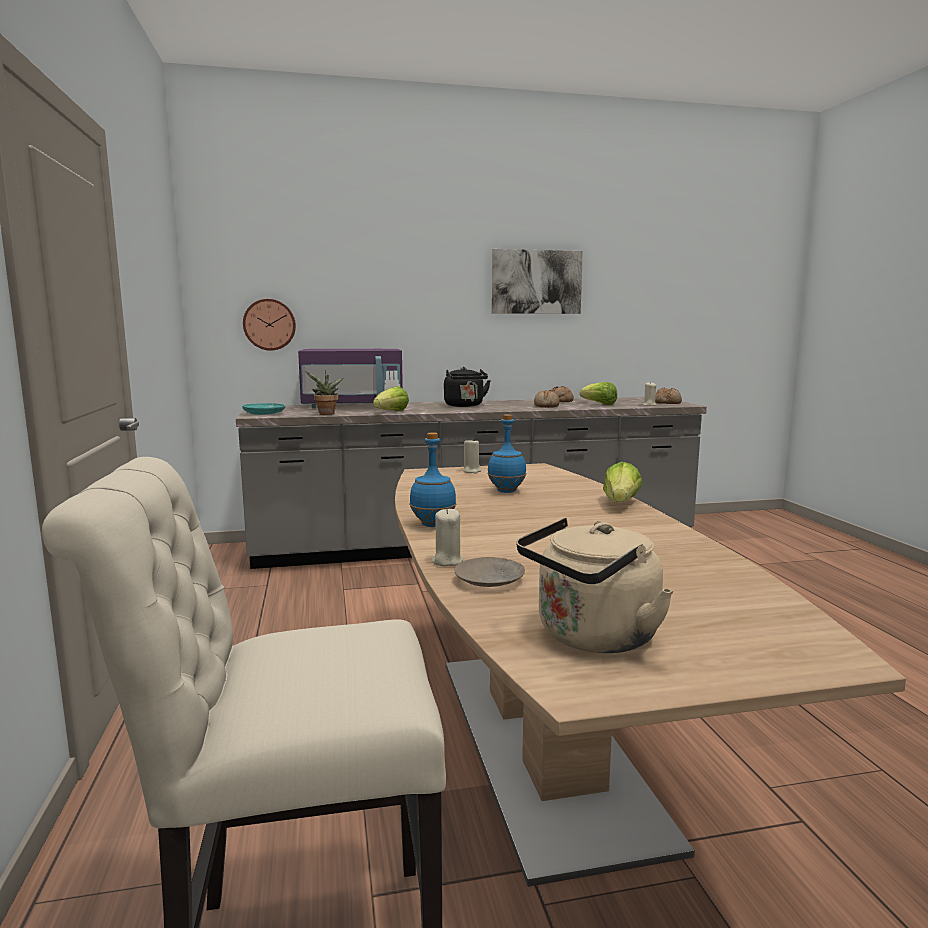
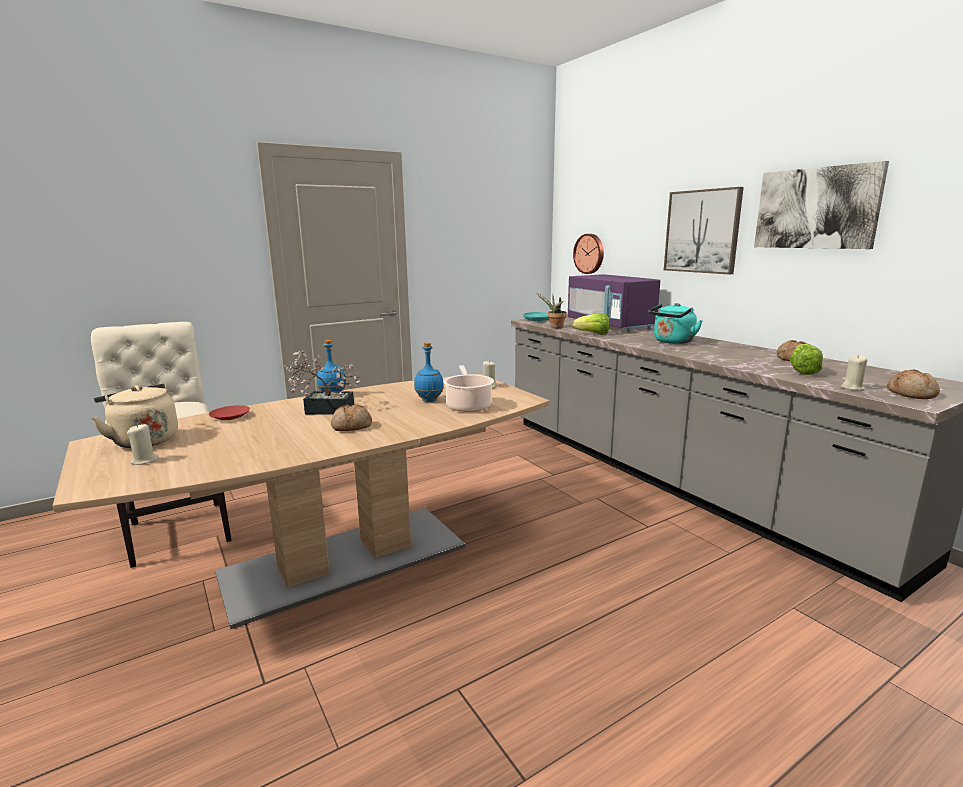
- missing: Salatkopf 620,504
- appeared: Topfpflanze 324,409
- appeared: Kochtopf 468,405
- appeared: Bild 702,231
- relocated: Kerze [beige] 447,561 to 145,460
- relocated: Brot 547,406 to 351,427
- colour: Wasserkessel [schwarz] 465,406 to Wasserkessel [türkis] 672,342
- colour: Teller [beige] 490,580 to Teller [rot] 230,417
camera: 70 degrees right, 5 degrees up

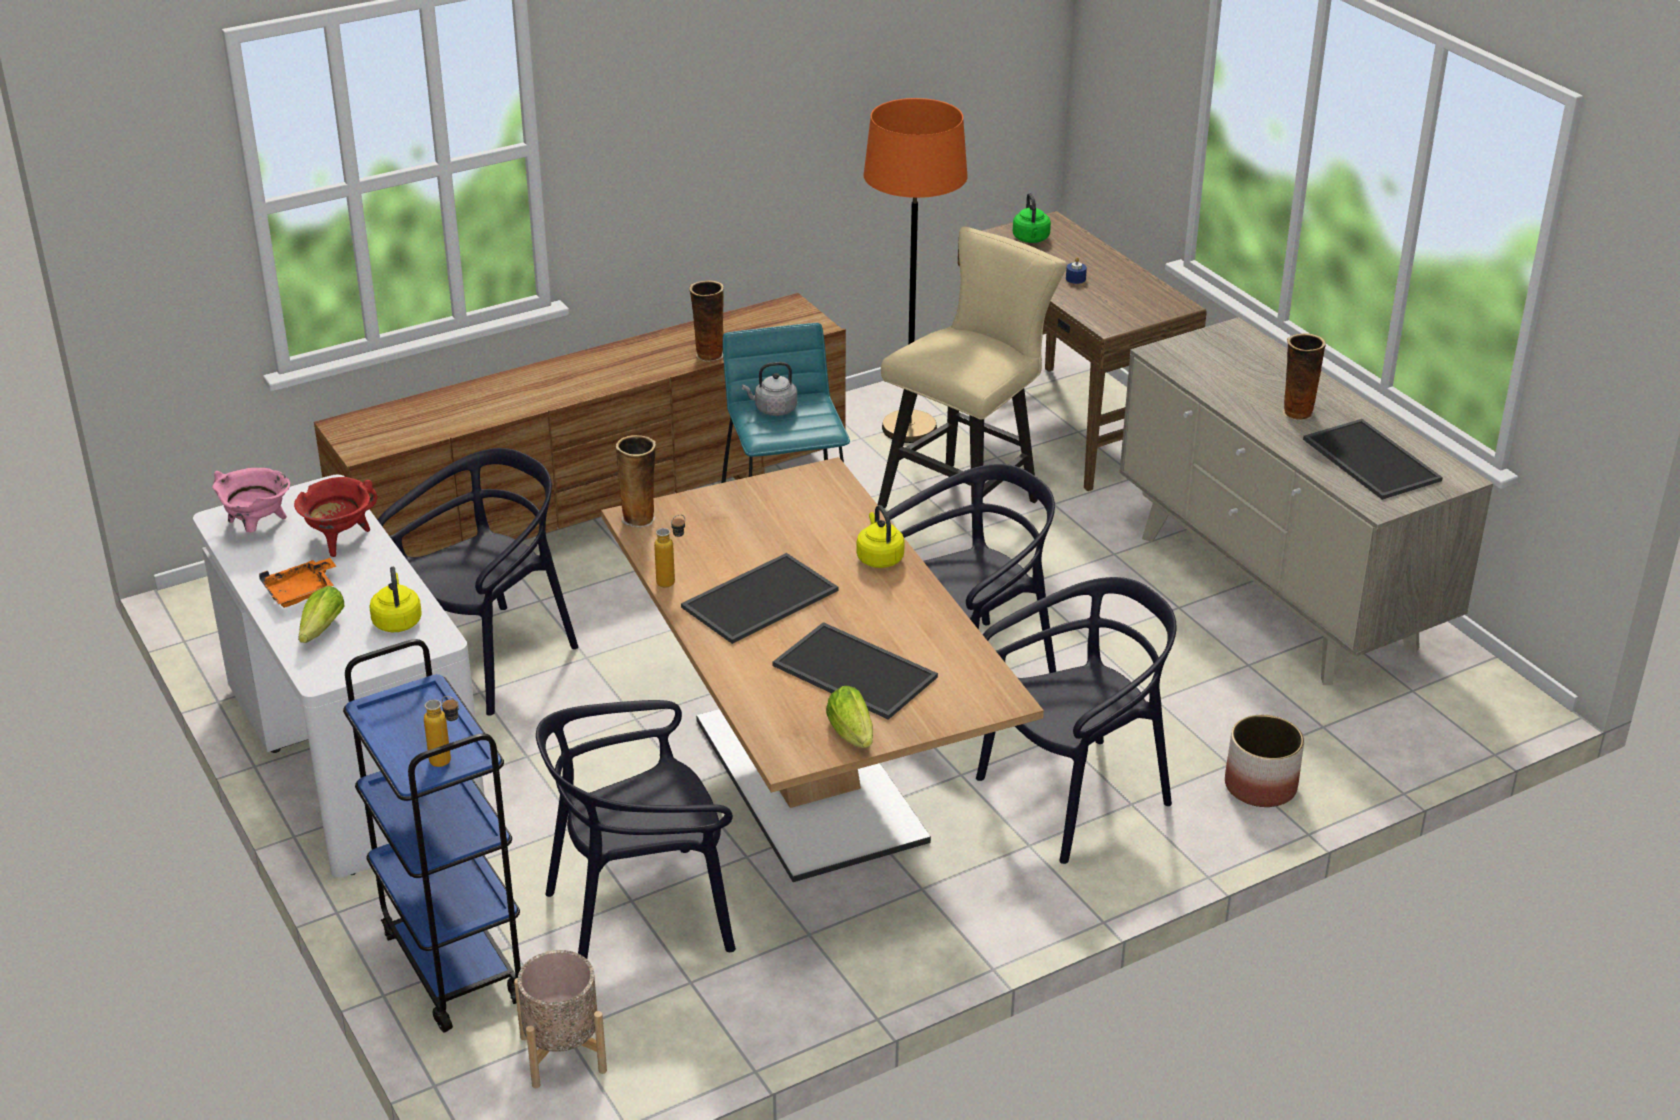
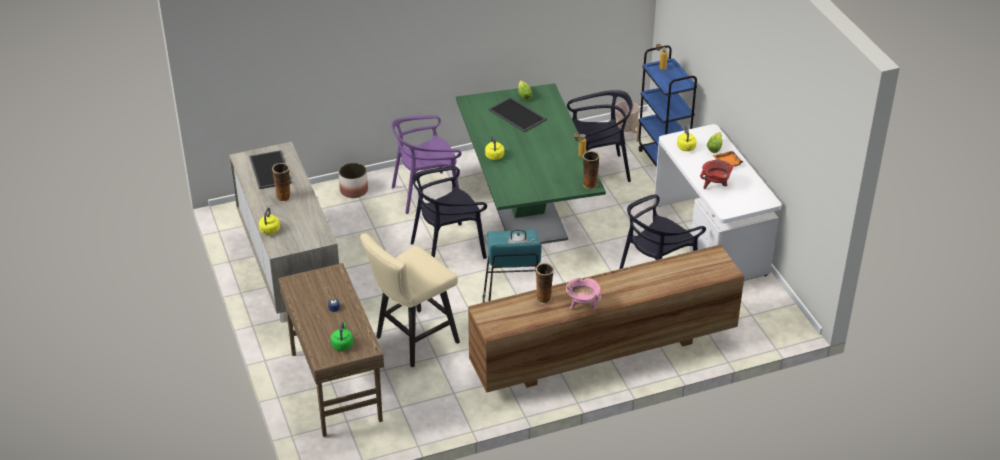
- missing: Tablett 759,597
- missing: Stehlampe [orange] 909,428
- appeared: Wasserkessel [gelb] 269,231
- relocated: Kochtopf [rosa] 257,527 to 582,305
- colour: Esstisch [braun] 809,779 to Esstisch [grün] 526,211
- colour: Stuhl [schwarz] 1074,797 to Stuhl [lila] 426,194
camera: 170 degrees left, 5 degrees up

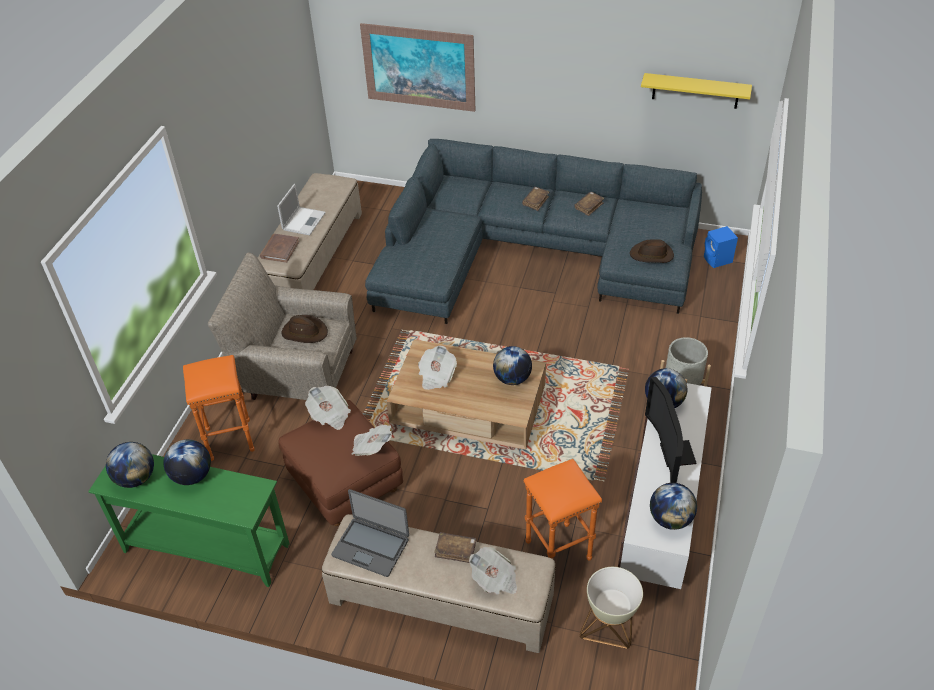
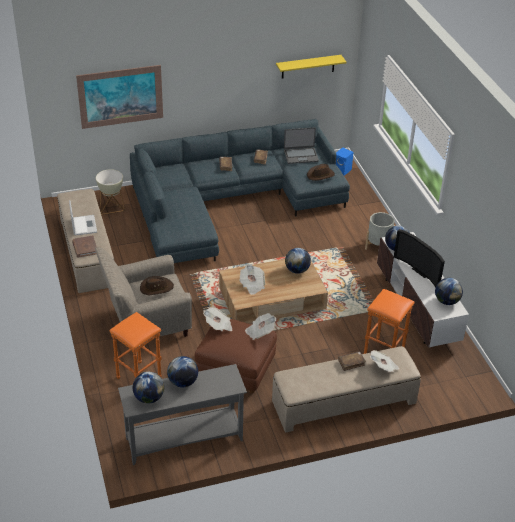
- relocated: Laptop 371,546 to 301,156
- relocated: Pflanzkübel 608,631 to 112,208
- colour: Konsolentisch [grün] 205,548 to Konsolentisch [grau] 183,439
camera: 35 degrees left, 5 degrees down

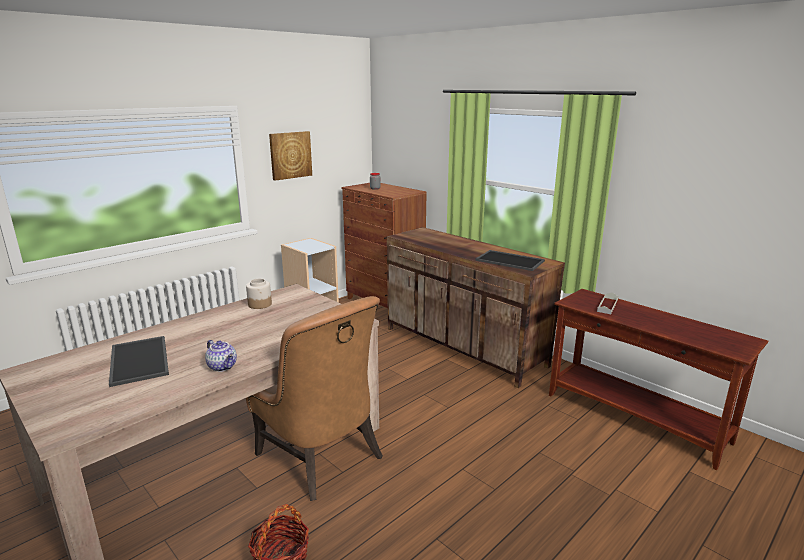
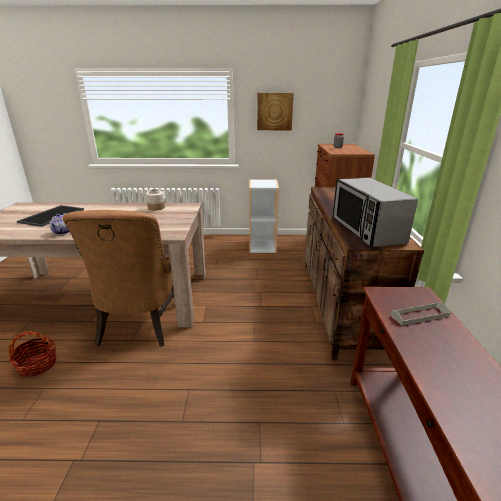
- exchanged: Tablett 510,260 to Mikrowelle 366,230
camera: 45 degrees right, 5 degrees up

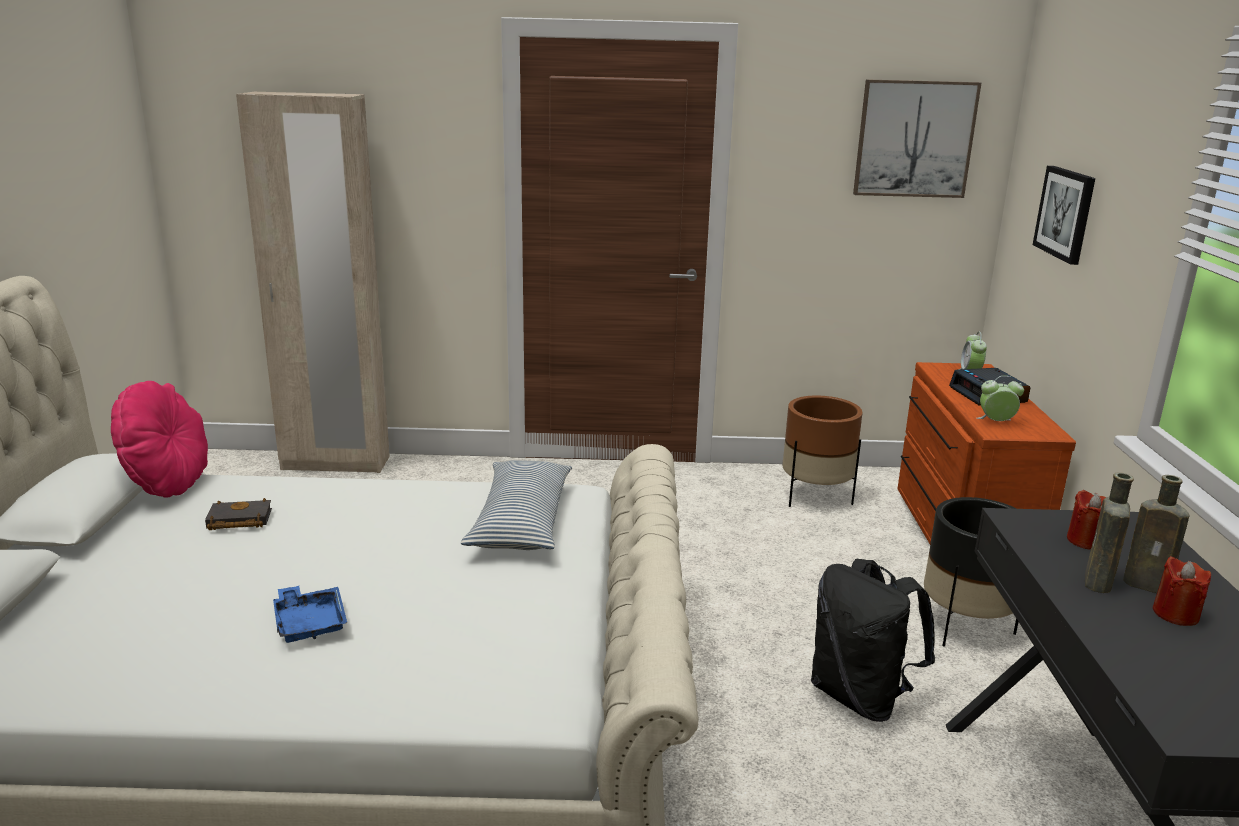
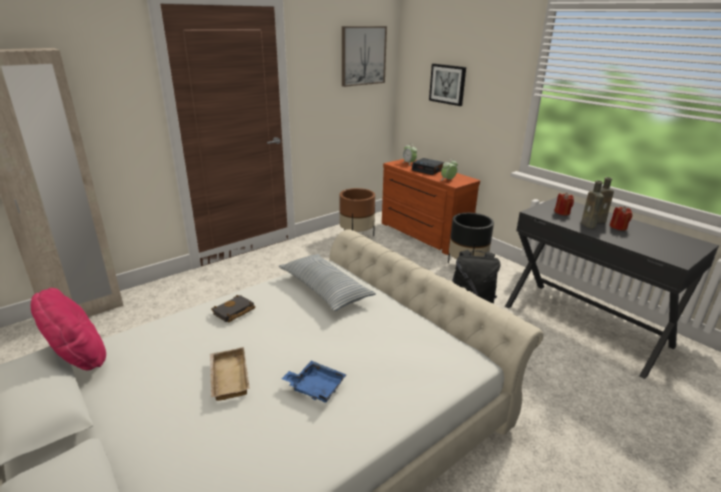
- appeared: Tablett [beige] 227,377
- relocated: Buch [schwarz] 237,521 to 233,312
camera: 40 degrees left, 5 degrees up

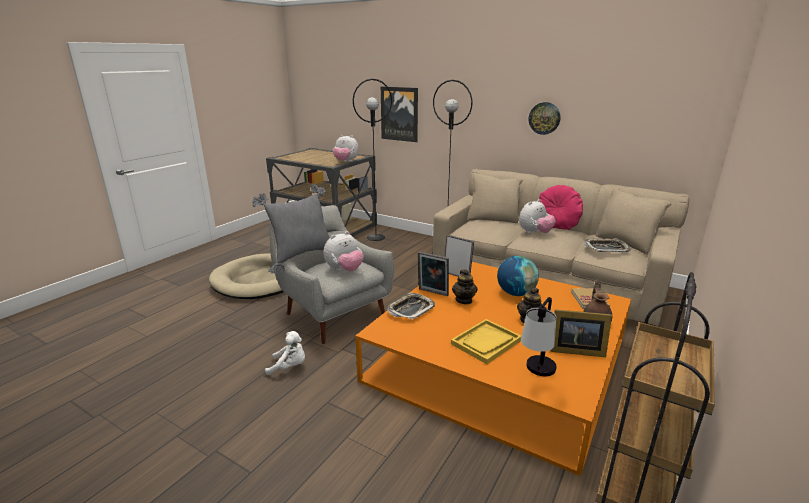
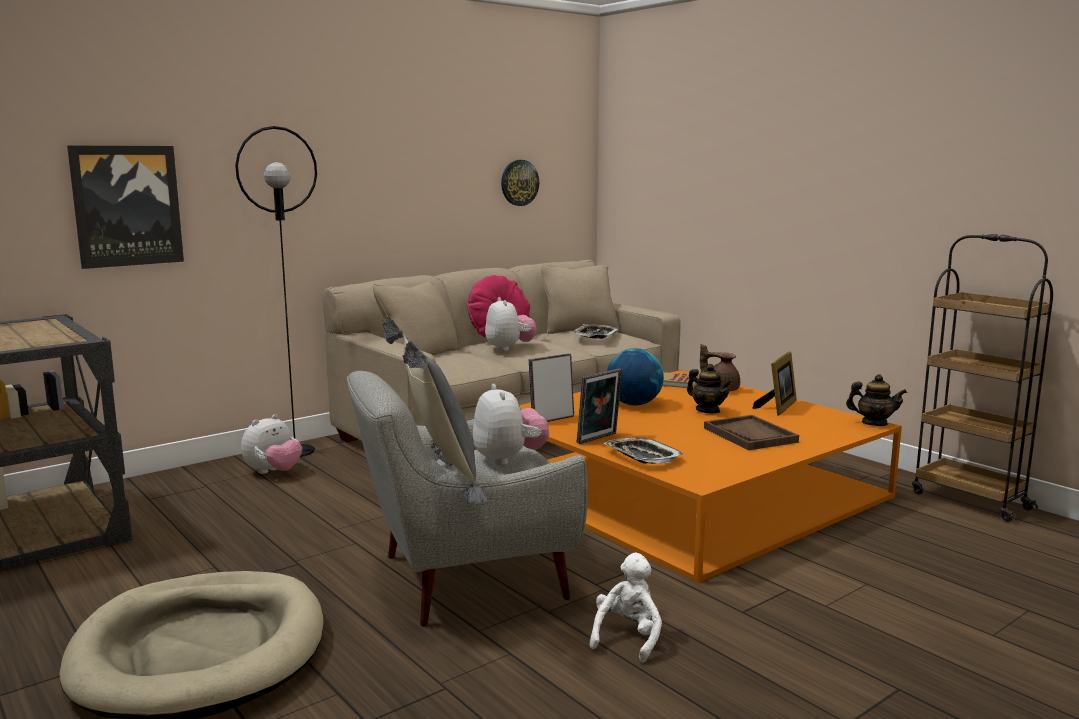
- missing: Stehlampe [schwarz] 376,237
- missing: Tischlampe 537,375
- relocated: Plüschtier 346,162 to 273,472
- relocated: Teekanne 464,300 to 874,423
- relocated: Wanduhr 544,118 to 519,182
- colour: Tablett [gelb] 486,342 to Tablett [braun] 750,435
camera: 70 degrees left, 10 degrees down

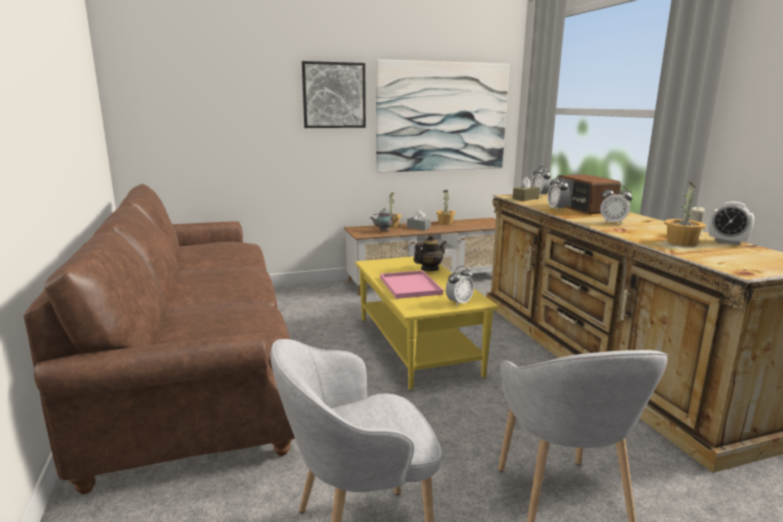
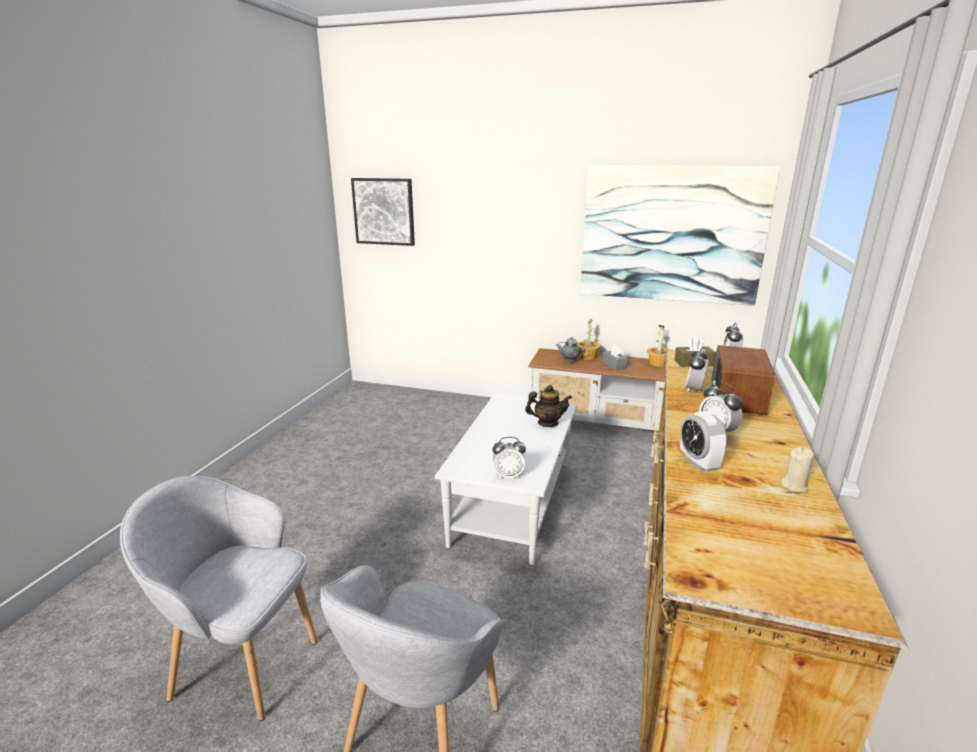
- missing: Sofa [braun] 196,364
- missing: Tablett [rosa] 411,286
- missing: Topfpflanze 681,242
- relocated: Bild 334,95 to 384,211
- relocated: Wecker 727,242 to 698,463
- colour: Couchtisch [gelb] 416,345 to Couchtisch [weiß] 513,501
camera: 35 degrees right, 5 degrees up

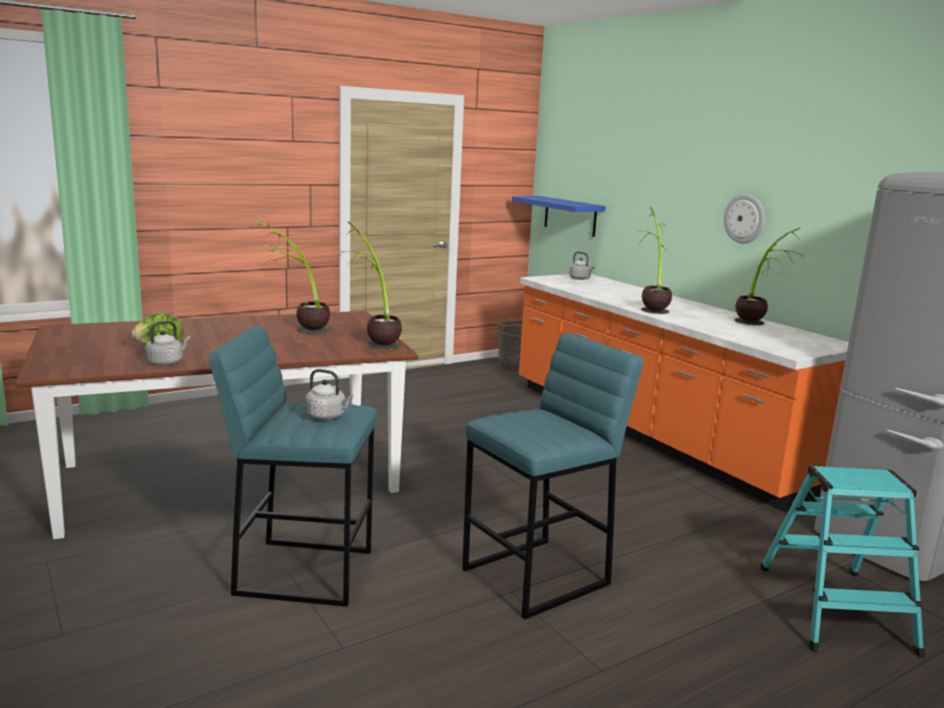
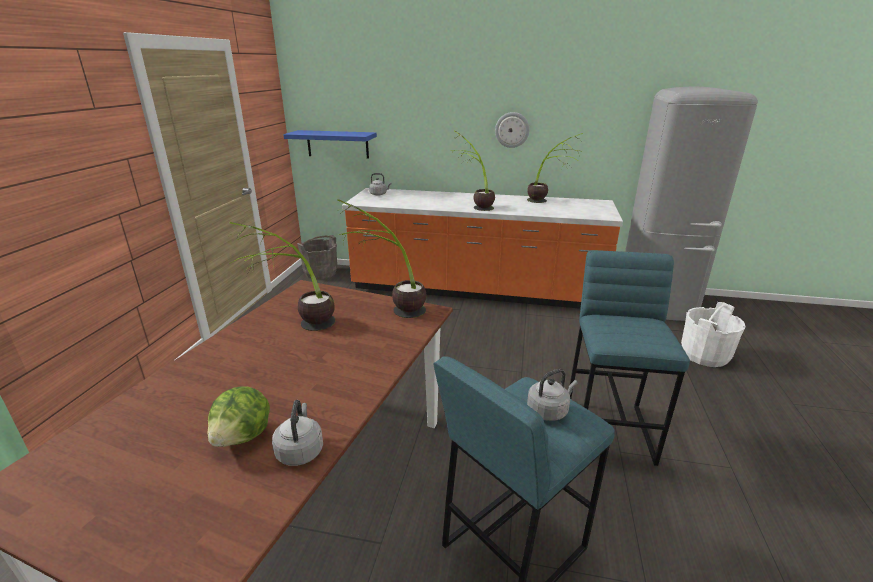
- exchanged: Trittleiter [türkis] 834,608 to Eimer [weiß] 705,355
camera: 45 degrees left, 10 degrees up

